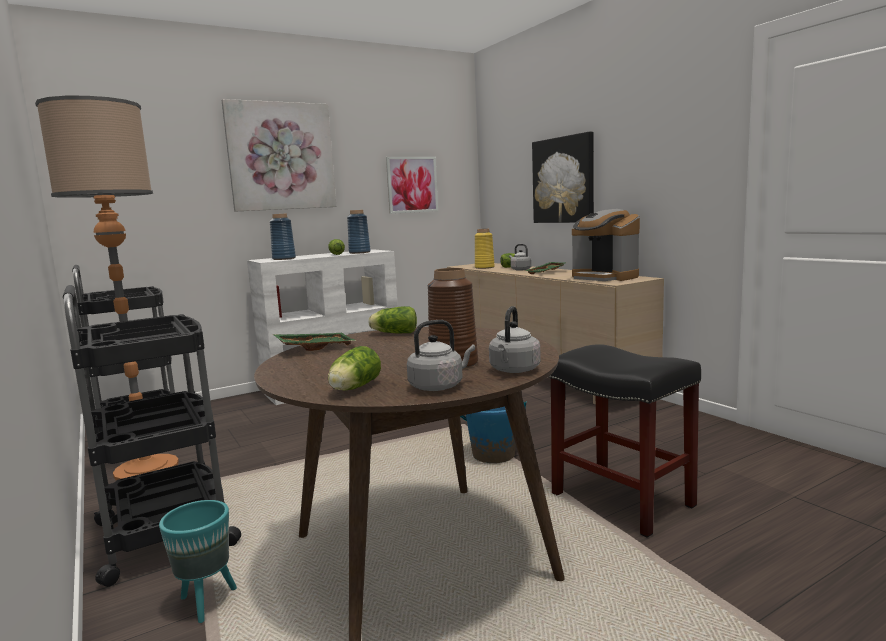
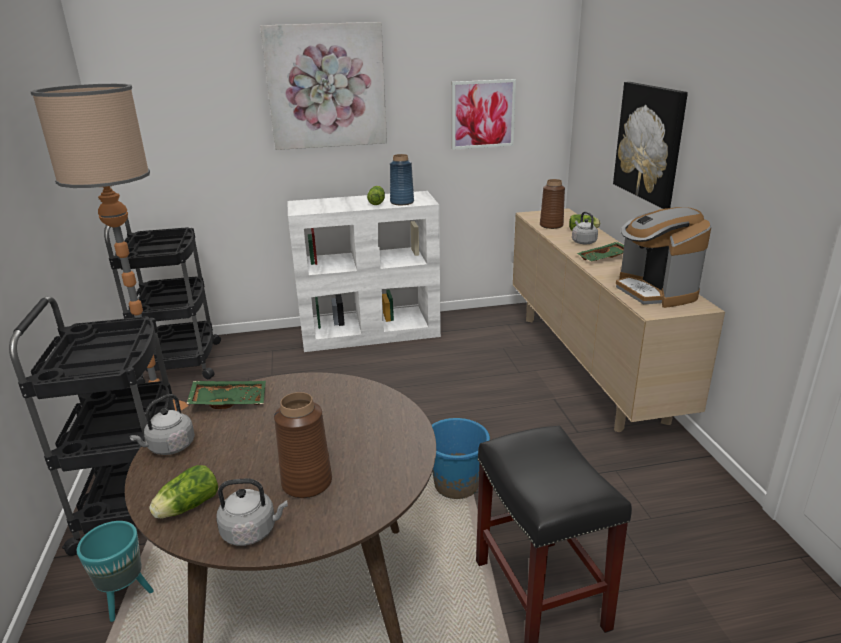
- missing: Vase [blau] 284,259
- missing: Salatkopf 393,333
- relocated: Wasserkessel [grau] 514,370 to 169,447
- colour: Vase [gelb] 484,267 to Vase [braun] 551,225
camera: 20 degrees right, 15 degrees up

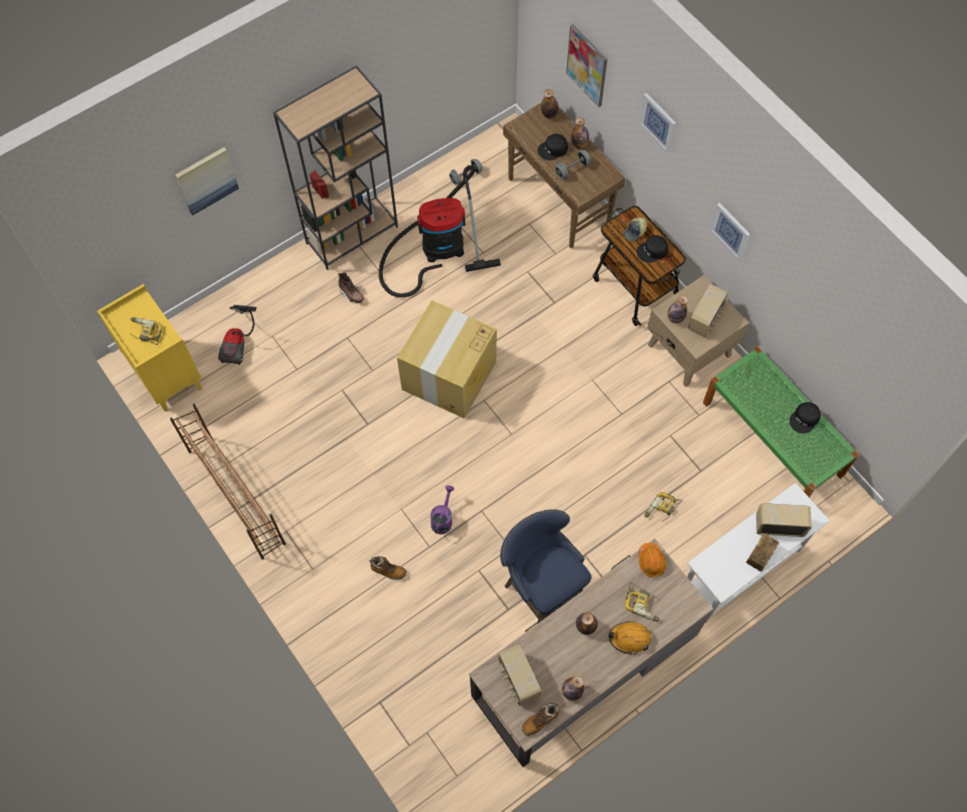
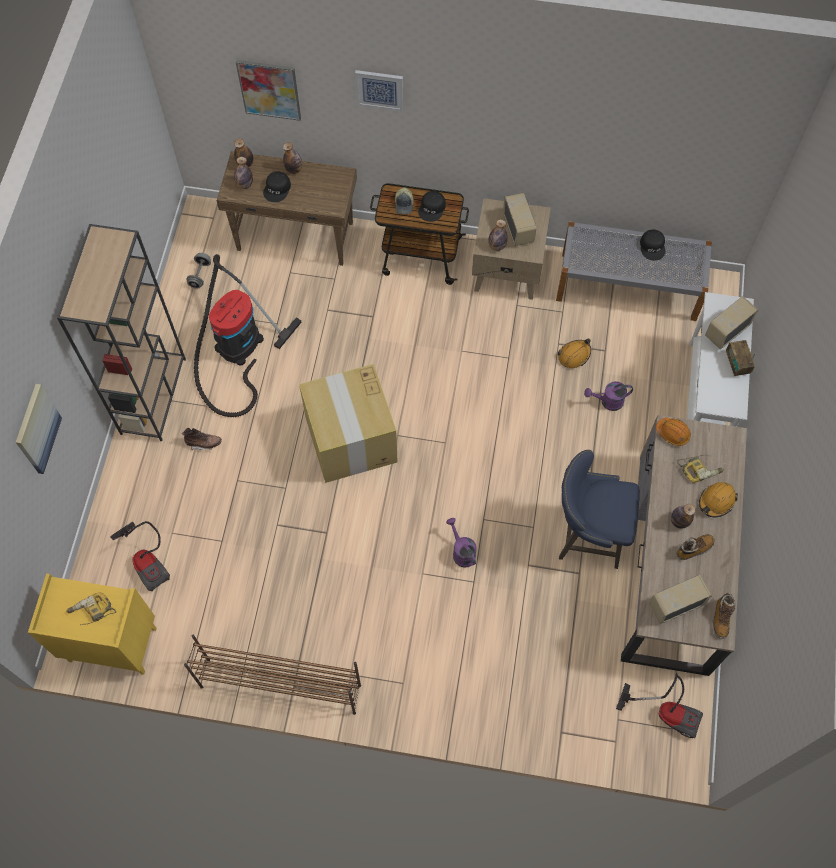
- missing: Hantel [grau] 572,169
- missing: Bild 730,231
- appeared: Schutzhelm [orange] 574,355
- appeared: Staubsauger 667,712
- relocated: Stiefel 388,571 to 694,549
- relocated: Flasche 571,692 to 244,185
- exchanged: Bohrmaschine 661,509 to Gießkanne [lila] 608,402
- colour: Bank [grün] 773,438 to Bank [grau] 628,285
- spun: Radio 518,679 = 675,604 135 degrees clockwise
camera: 45 degrees left, 0 degrees up

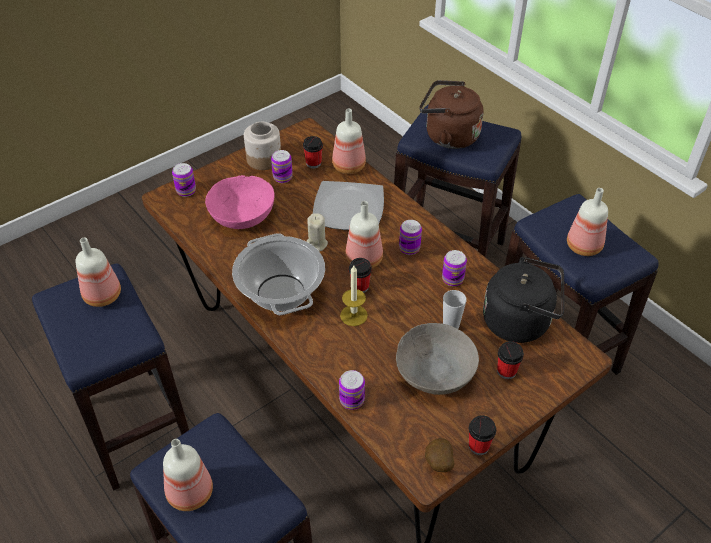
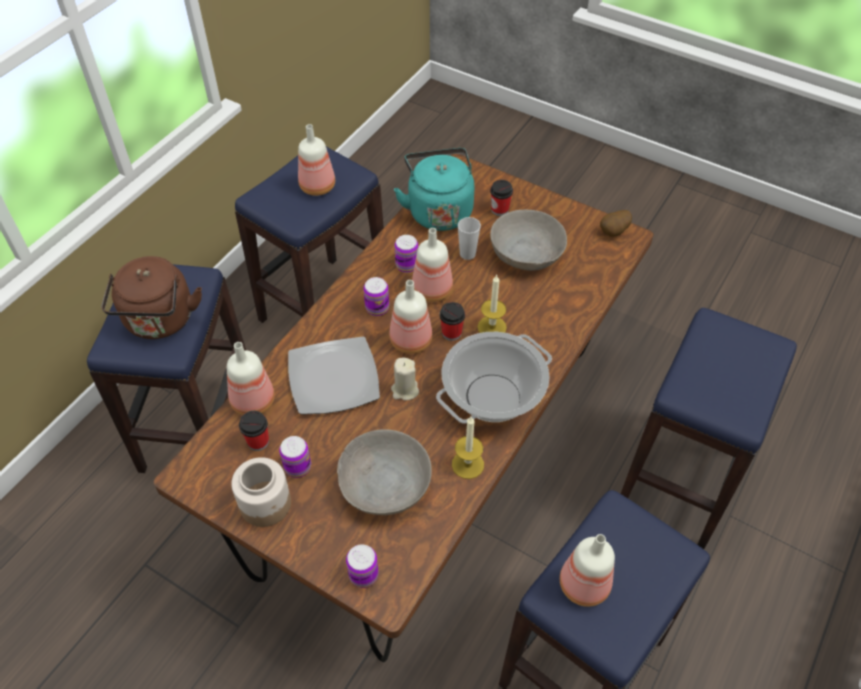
- missing: Dose 352,400
- missing: Tasse 478,446
- appeared: Kerze 467,464
- relocated: Flasche 188,493 to 433,291
- colour: Schüssel [rosa] 241,214 to Schüssel [grau] 385,485
- colour: Wasserkessel [schwarz] 520,321 to Wasserkessel [türkis] 438,210
camera: 110 degrees left, 5 degrees up

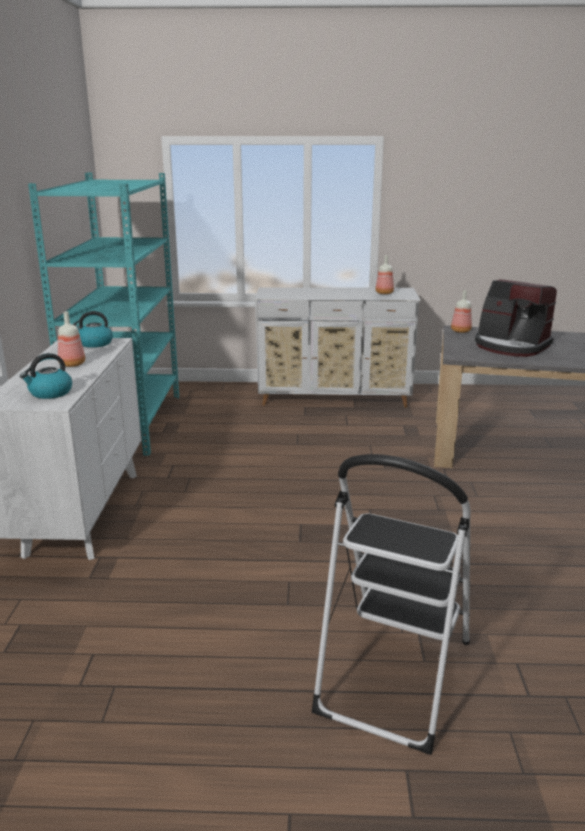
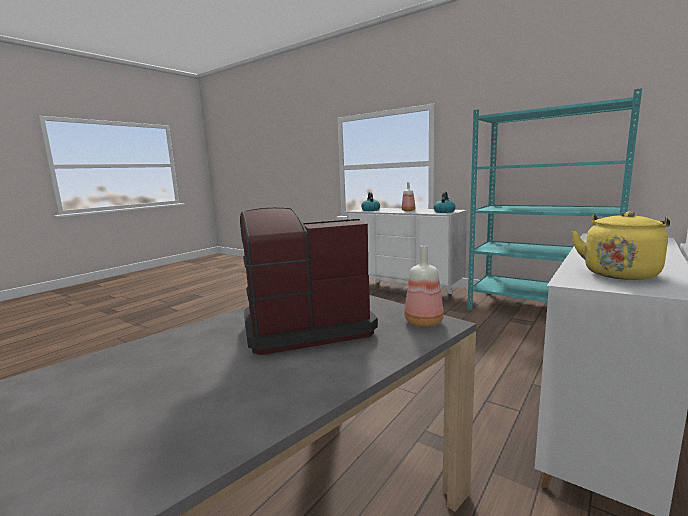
- missing: Trittleiter 391,678
- exchanged: Flasche 384,293 to Wasserkessel [gelb] 620,273
camera: 125 degrees right, 10 degrees down

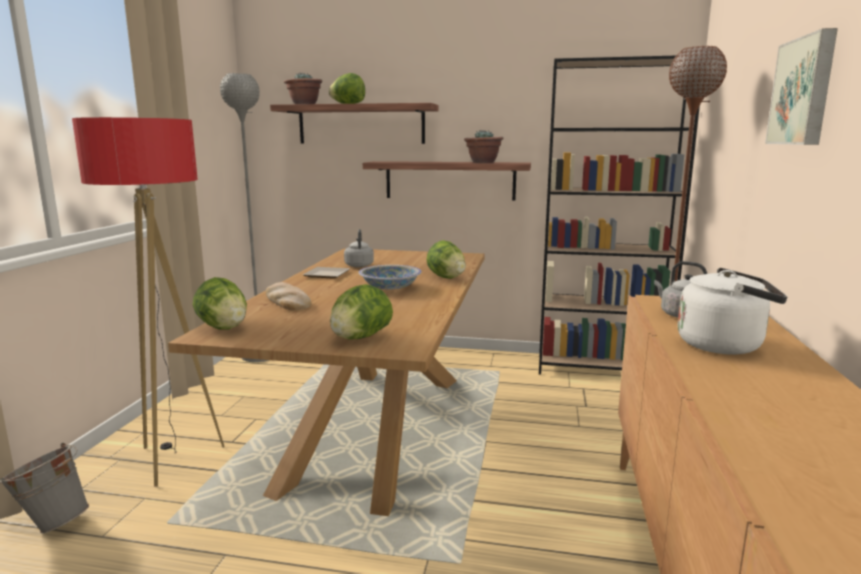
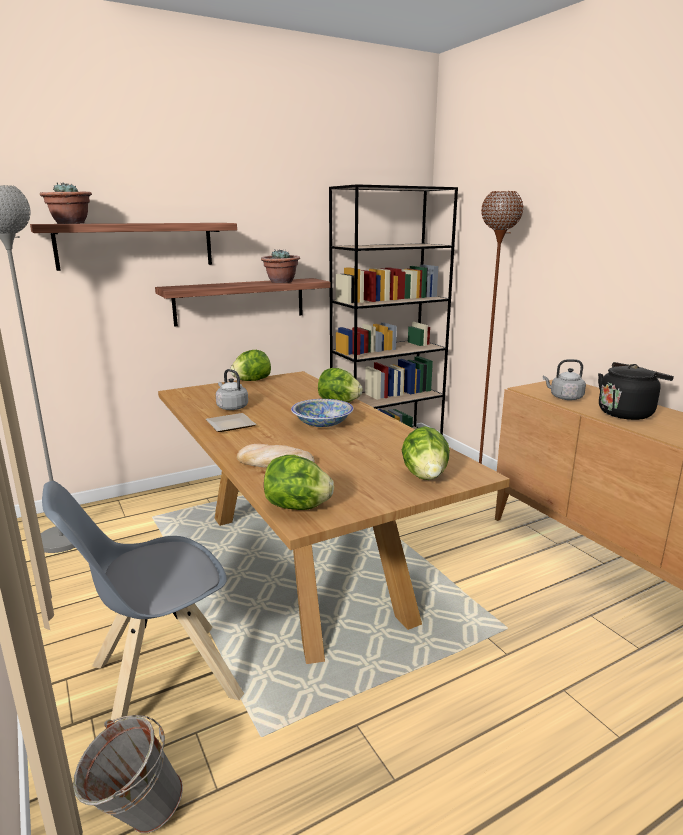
- missing: Bild 804,92
- relocated: Salatkopf 348,104 to 251,380
- exchanged: Stehlampe 175,459 to Stuhl [grau] 160,682
- colour: Wasserkessel [weiß] 724,345 to Wasserkessel [schwarz] 627,413
camera: 40 degrees left, 5 degrees up

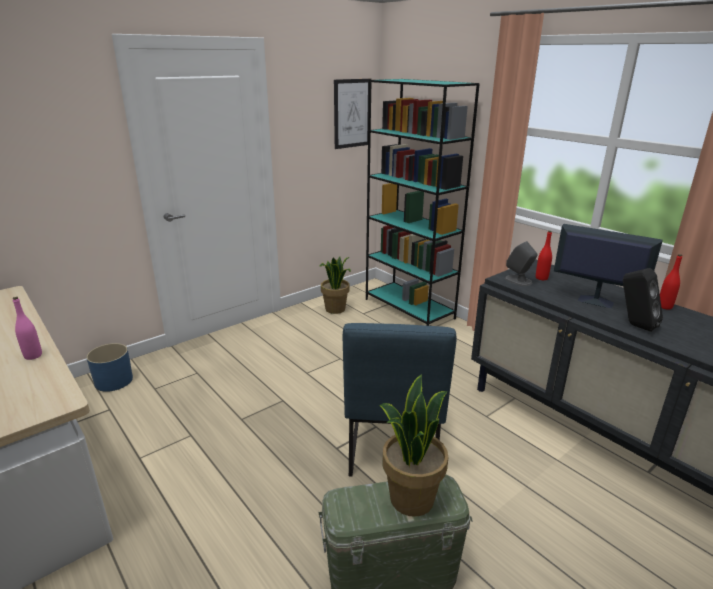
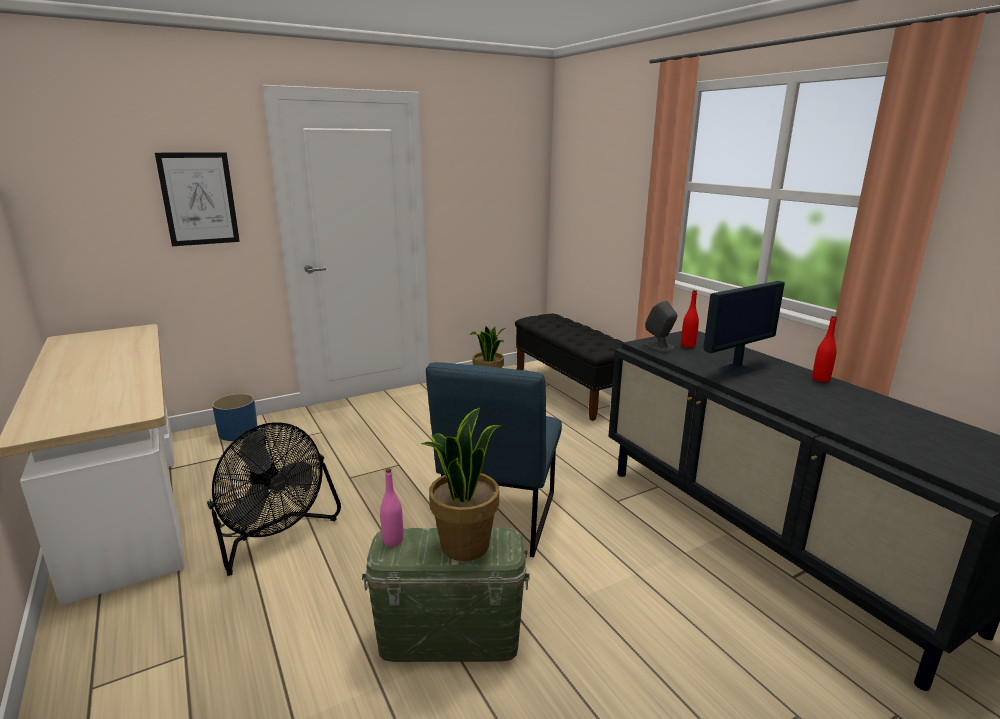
- missing: Lautsprecher [schwarz] 634,325
- appeared: Ventilator [schwarz] 269,537
- relocated: Flasche [rosa] 33,356 to 393,540
- relocated: Bild 352,113 to 199,199
- exchanged: Bücherregal [türkis] 409,309 to Bank [schwarz] 571,390
- spun: Monitor 594,301 = 737,369 105 degrees clockwise
camera: 10 degrees right, 5 degrees down

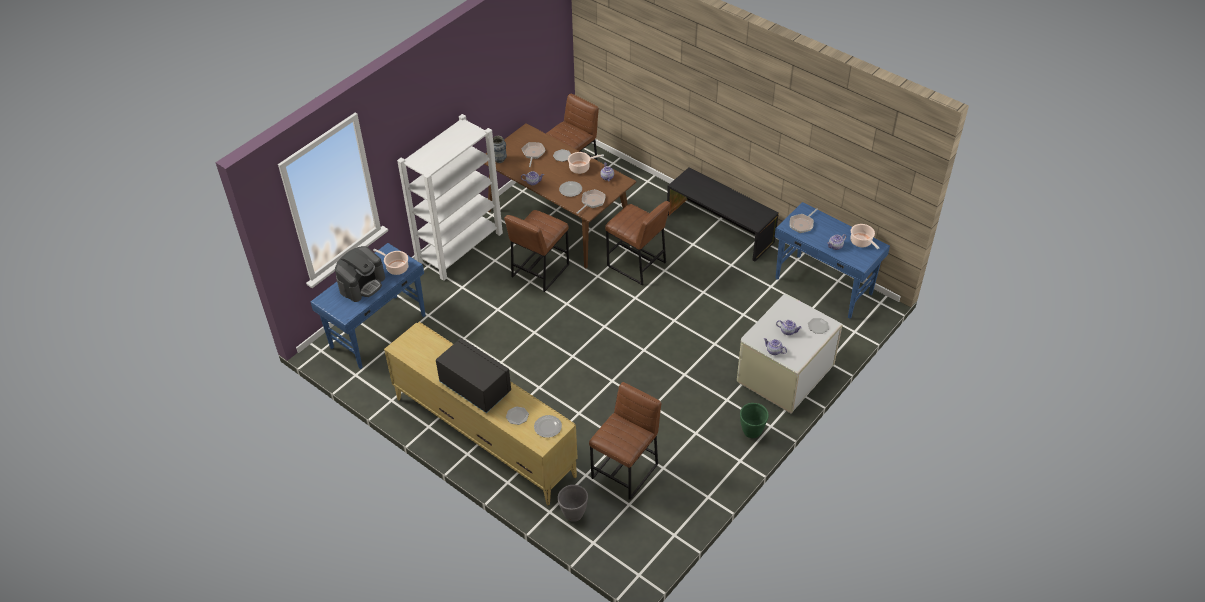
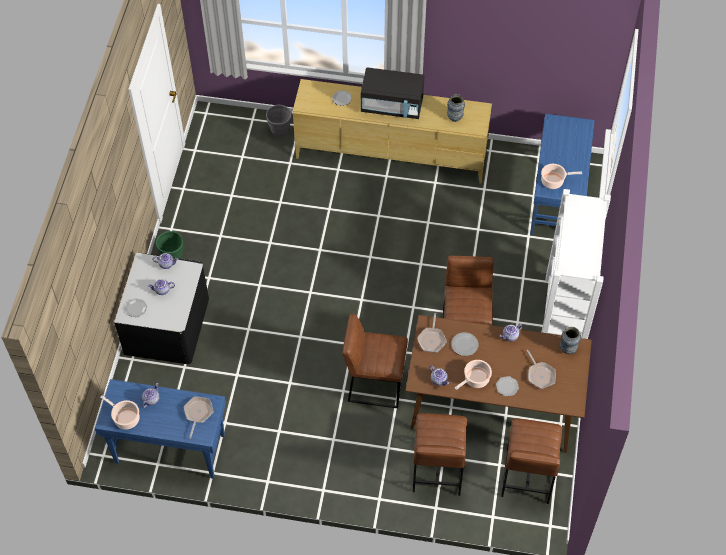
- missing: Kaffeemaschine 362,284
- missing: Teller 547,427
- missing: Bank [schwarz] 721,228
- appeared: Vase 455,117
- relocated: Stuhl [braun] 625,470 to 437,470
- colour: Nachttisch [beige] 784,374 to Nachttisch [schwarz] 167,326
camera: 150 degrees right, 10 degrees up

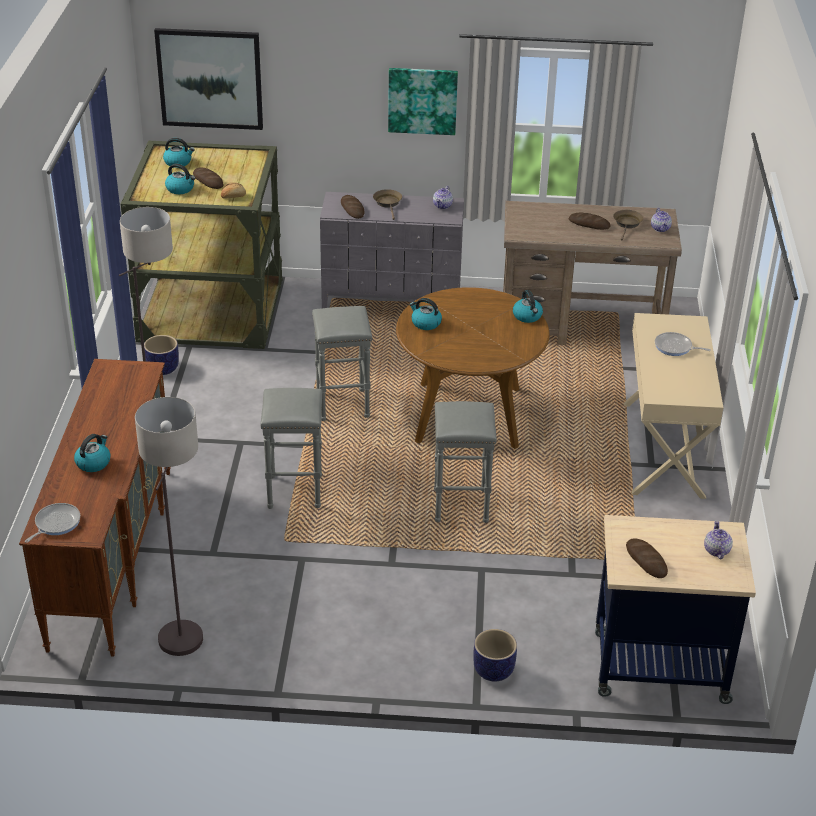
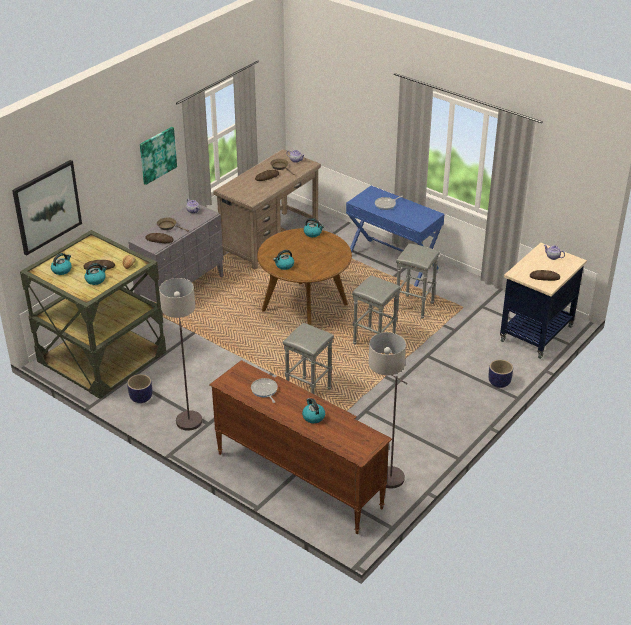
- relocated: Pfanne 55,523 to 264,390
- relocated: Hocker [grau] 341,404 to 413,307
- colour: Konsolentisch [beige] 663,449 to Konsolentisch [blau] 392,262
camera: 55 degrees left, 0 degrees up

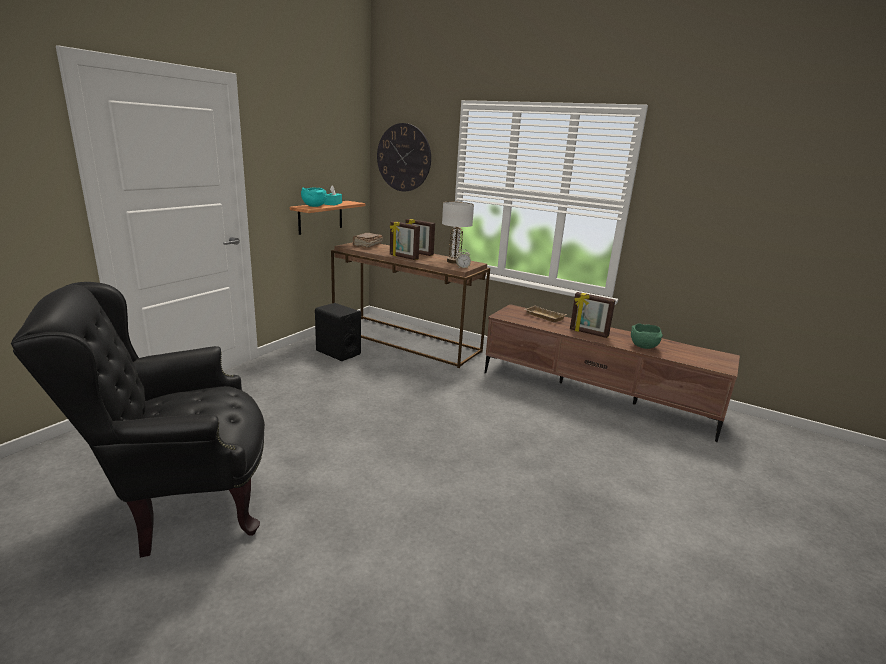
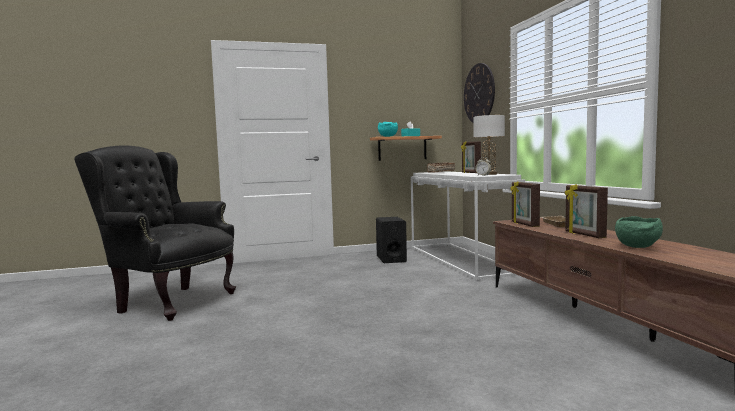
- relocated: Bilderrahmen 403,257 to 524,224
- colour: Konsolentisch [braun] 406,340 to Konsolentisch [weiß] 461,260
camera: 45 degrees right, 15 degrees down

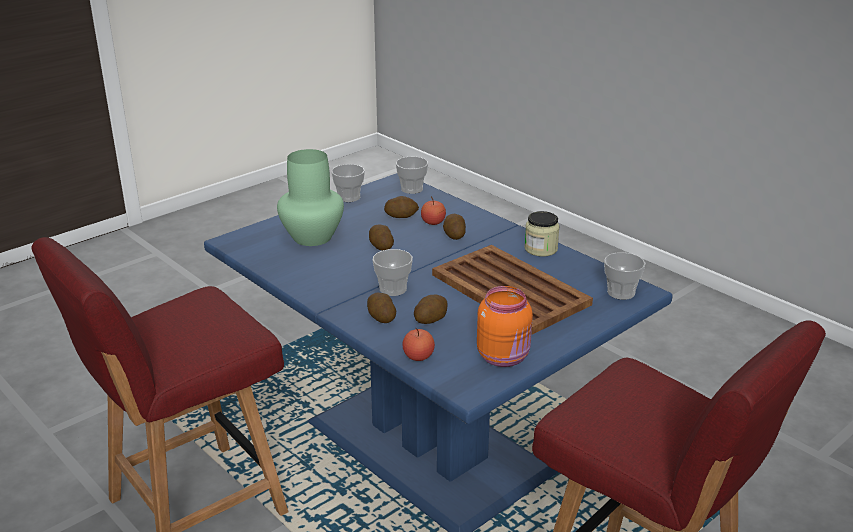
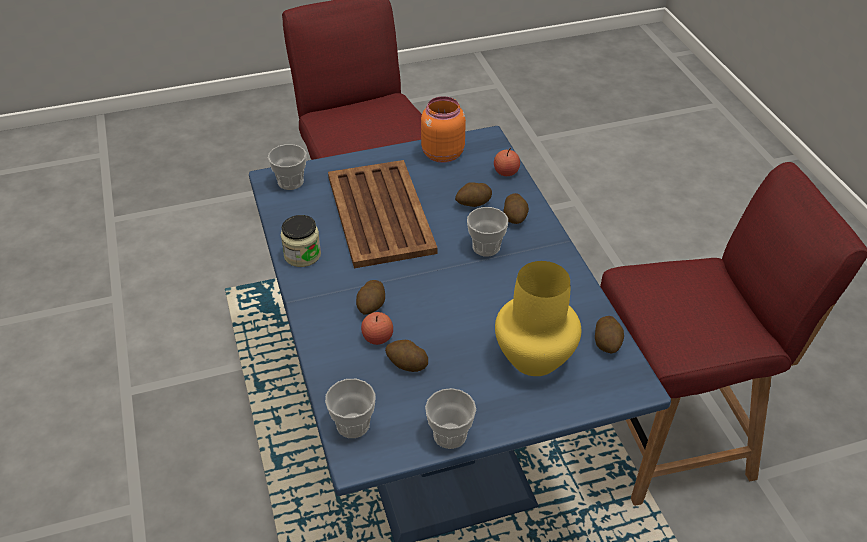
- relocated: Kartoffel 381,246 to 607,343
- colour: Vase [grün] 313,237 to Vase [gelb] 533,357
camera: 155 degrees left, 15 degrees up

